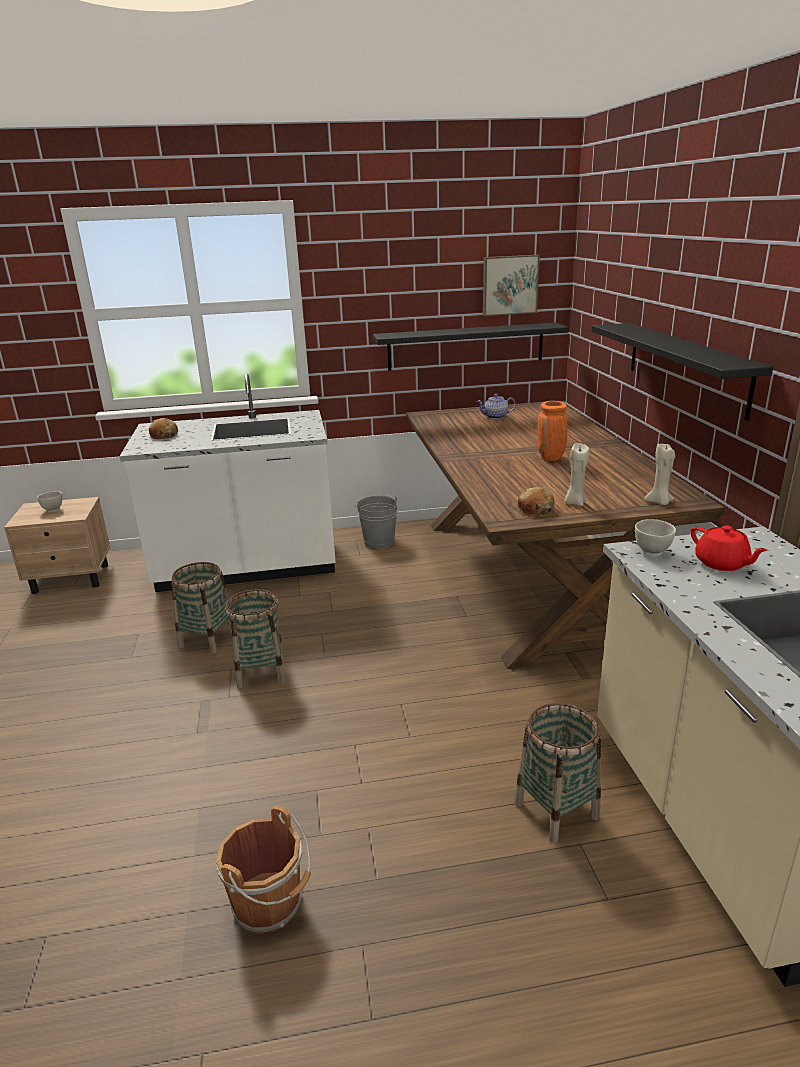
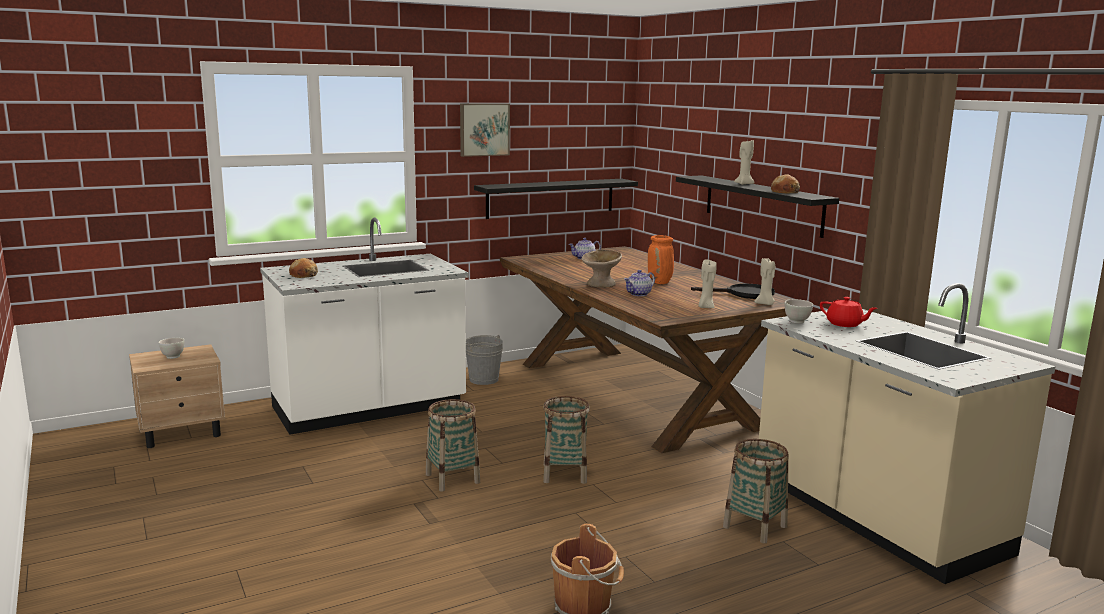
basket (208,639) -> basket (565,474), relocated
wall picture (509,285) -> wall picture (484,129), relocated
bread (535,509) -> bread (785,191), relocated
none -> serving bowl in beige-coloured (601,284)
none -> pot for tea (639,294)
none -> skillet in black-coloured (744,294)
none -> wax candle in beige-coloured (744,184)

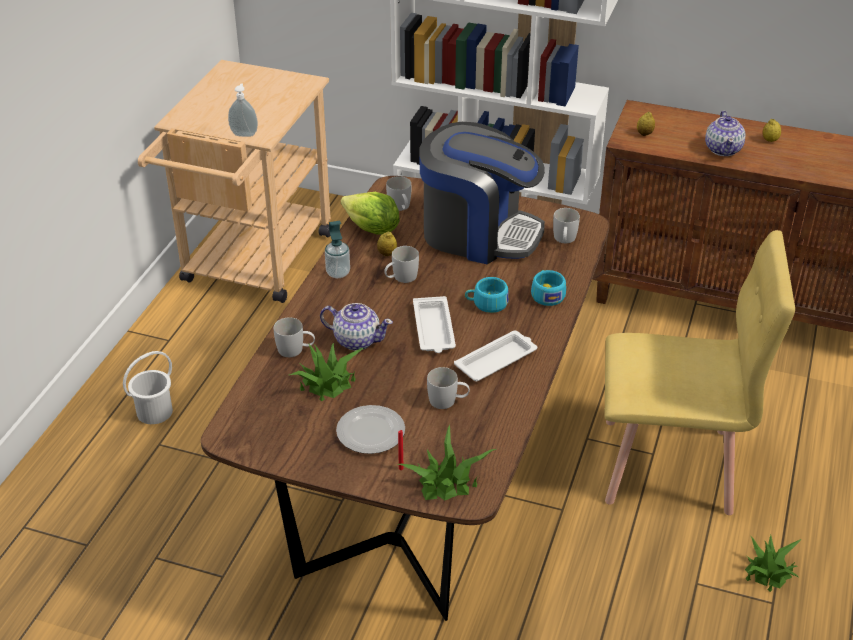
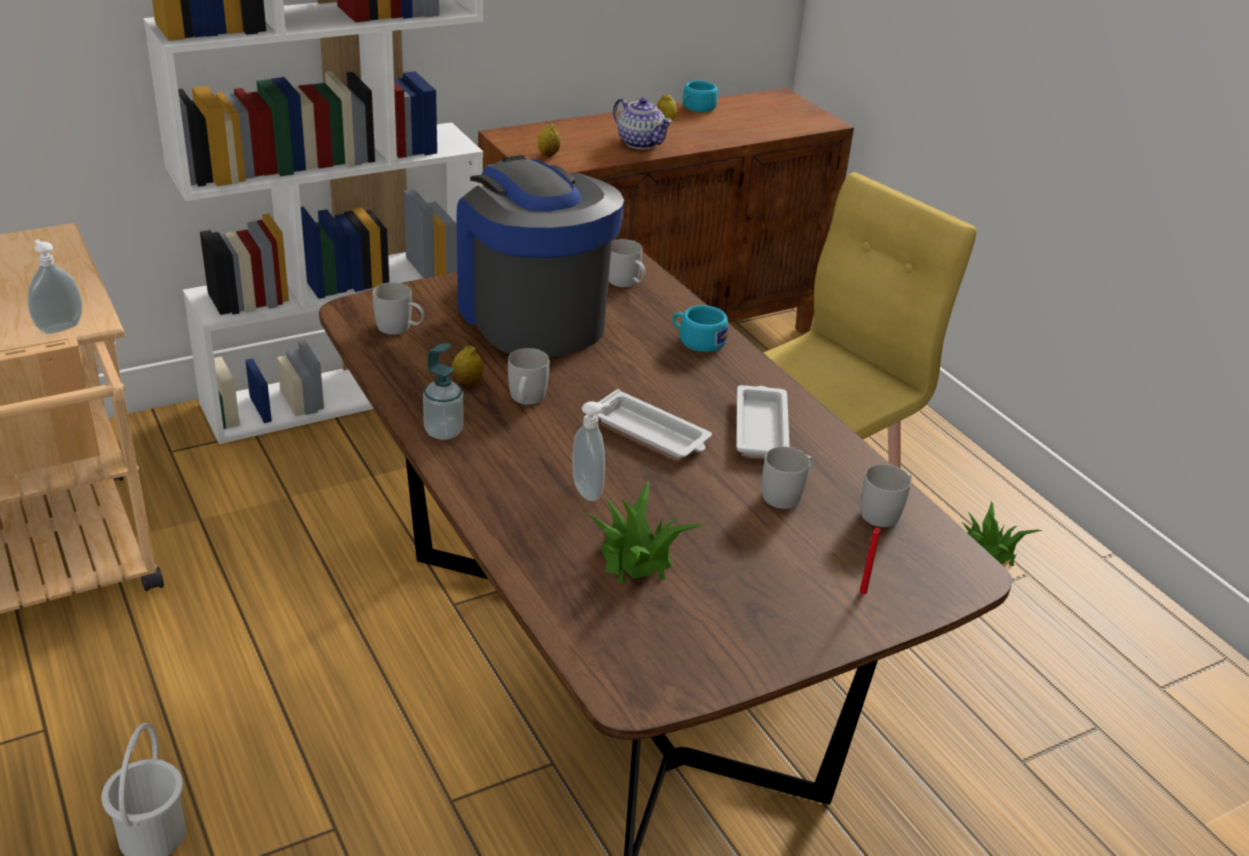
coffee mug in white (295,350) -> coffee mug in white (885,512), relocated
pot for tea (356,340) -> soap dispenser (589,490)
flat dish (371,433) -> none
lettuce head (372,229) -> none
potted plant (446,481) -> none
coffee machine (478,233) -> coffee machine (531,315), 90 degrees counterclockwise
cup in turquoise (486,303) -> cup in turquoise (696,108), relocated

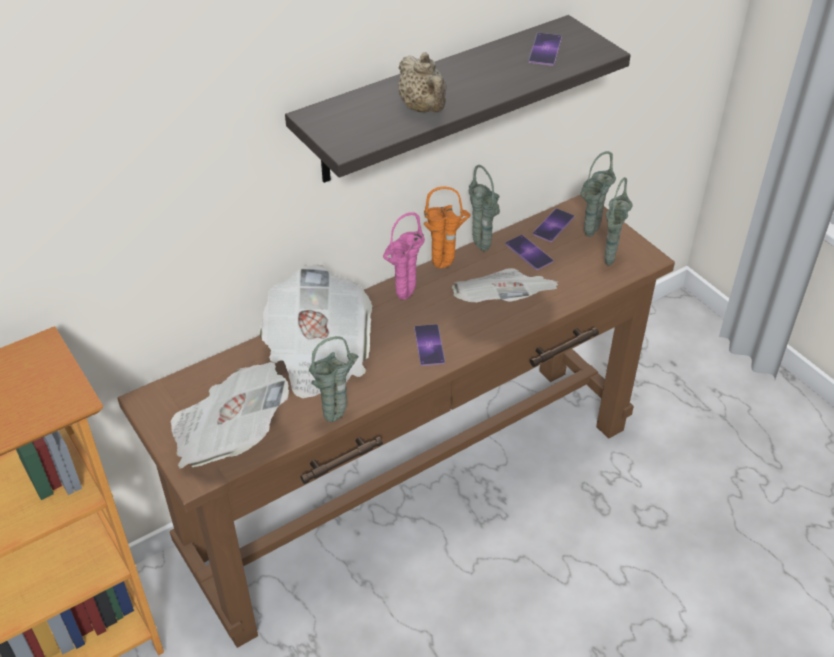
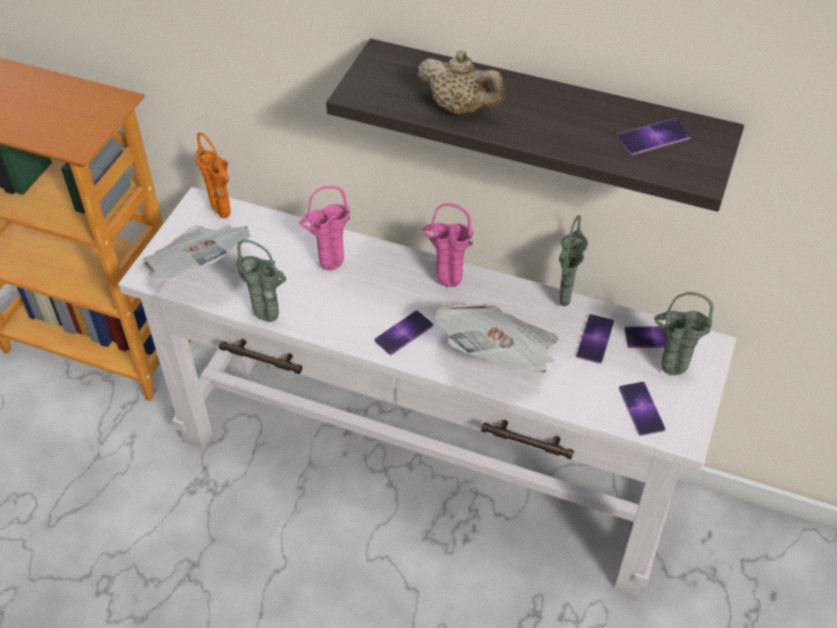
narrow table in brown (414,489) -> narrow table in white (421,466)
newspaper (318,354) -> flower vase in pink-coloured (329,269)
pot for tea in beige-coloured (424,109) -> pot for tea in beige-coloured (461,108), 90 degrees counterclockwise
flower vase in orangey (445,266) -> flower vase in orangey (224,217), relocated
flower vase in green-coloured (608,264) -> phone (641,408)

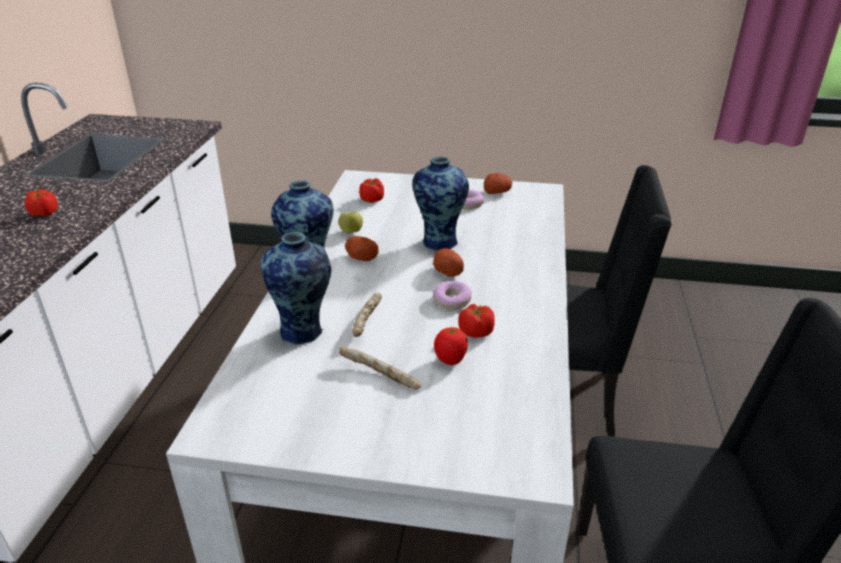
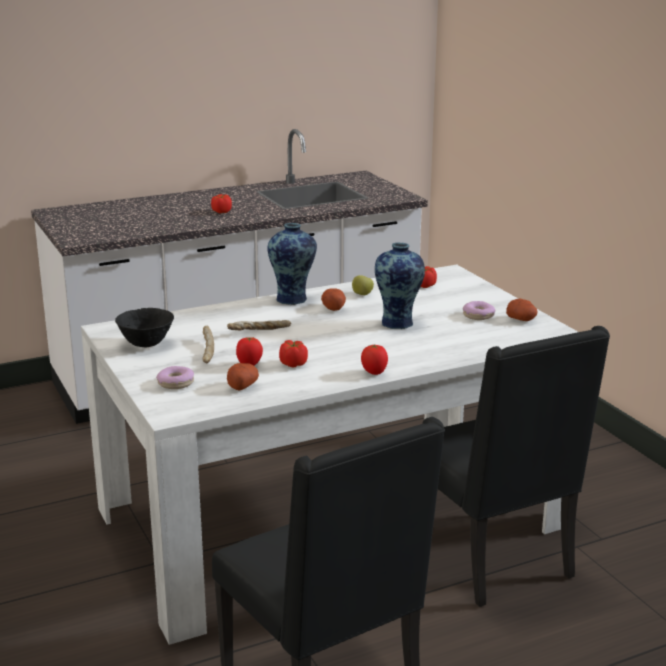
flower vase (303,331) -> none
whole potato (447,271) -> whole potato (242,385), relocated
donut (452,301) -> donut (175,383), relocated
none -> serving bowl in black-coloured (147,344)
none -> tomato (374,373)

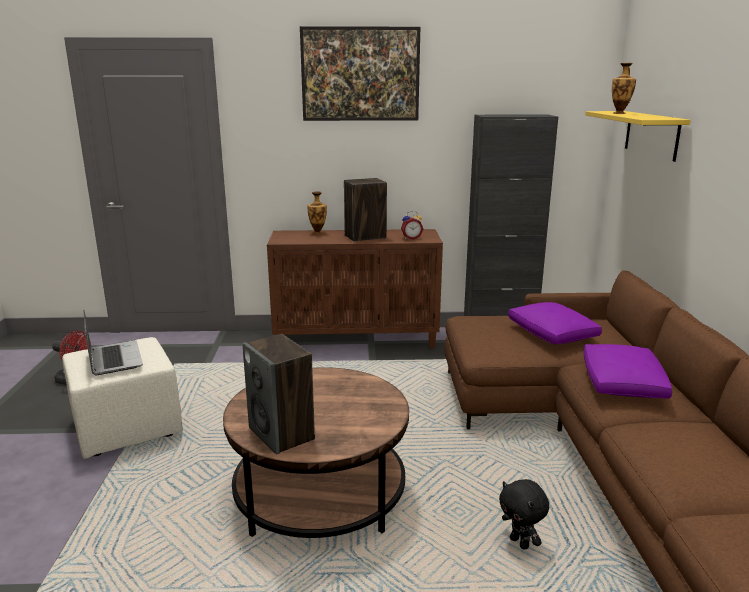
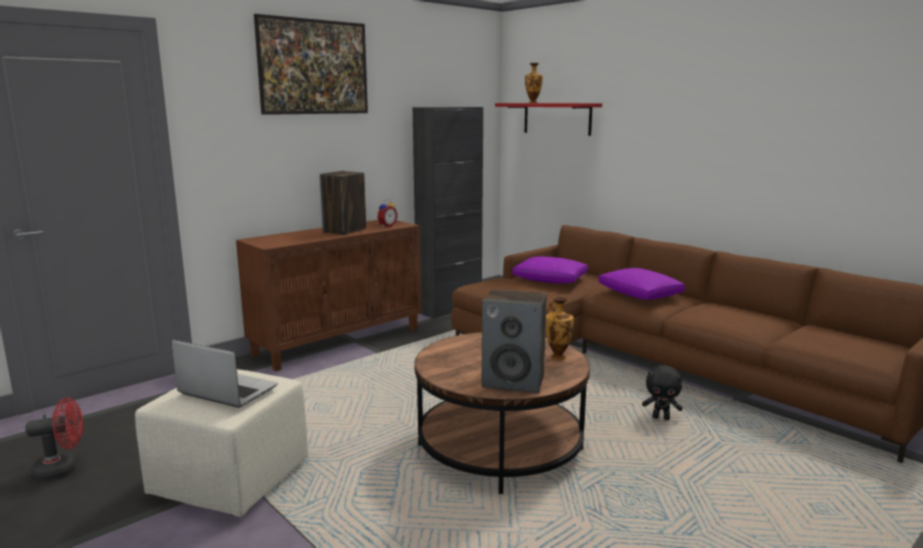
flower vase (318,233) -> flower vase (557,356), relocated
bracket shelf in yellow-coloured (651,134) -> bracket shelf in reddish (557,118)

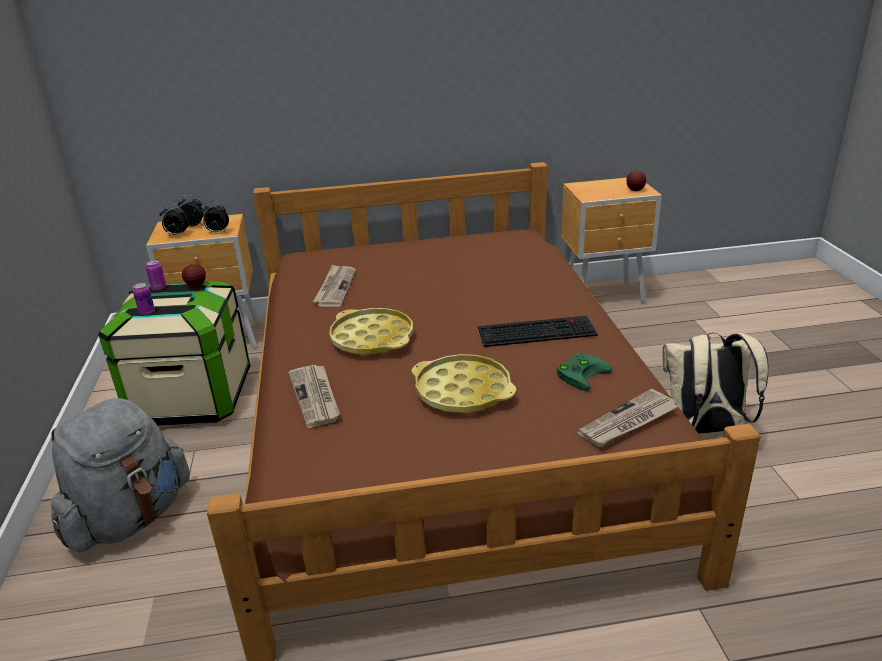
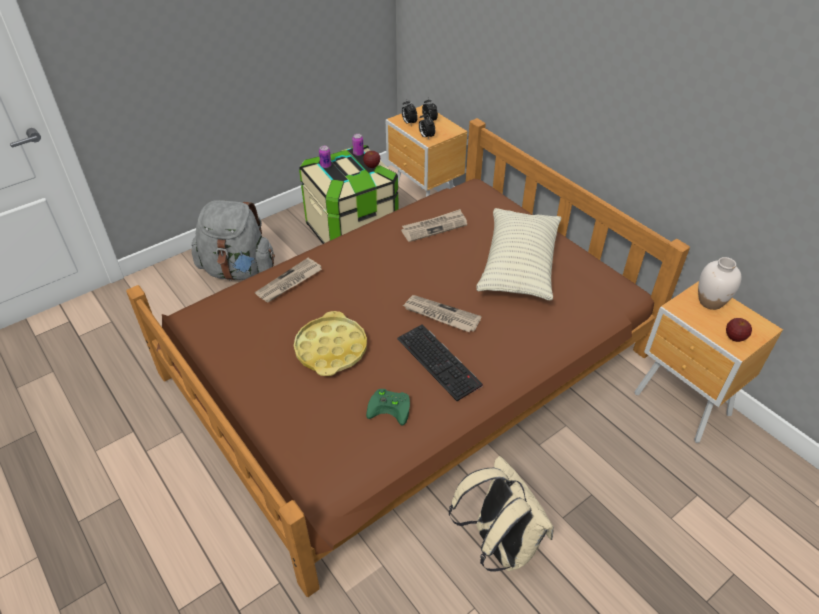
carrying tray in yellow-coloured (372,338) -> none
newspaper (628,422) -> newspaper (441,315), relocated
none -> cushion (518,266)
none -> flower vase in white (710,301)

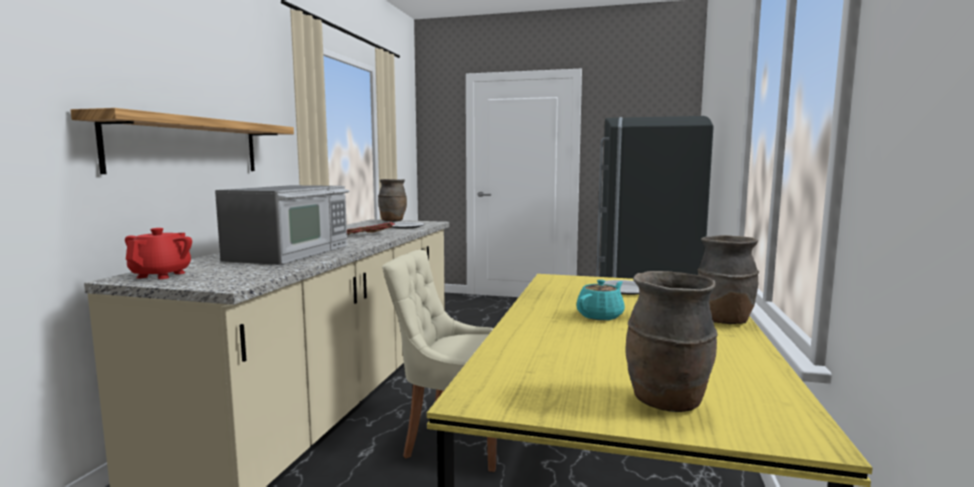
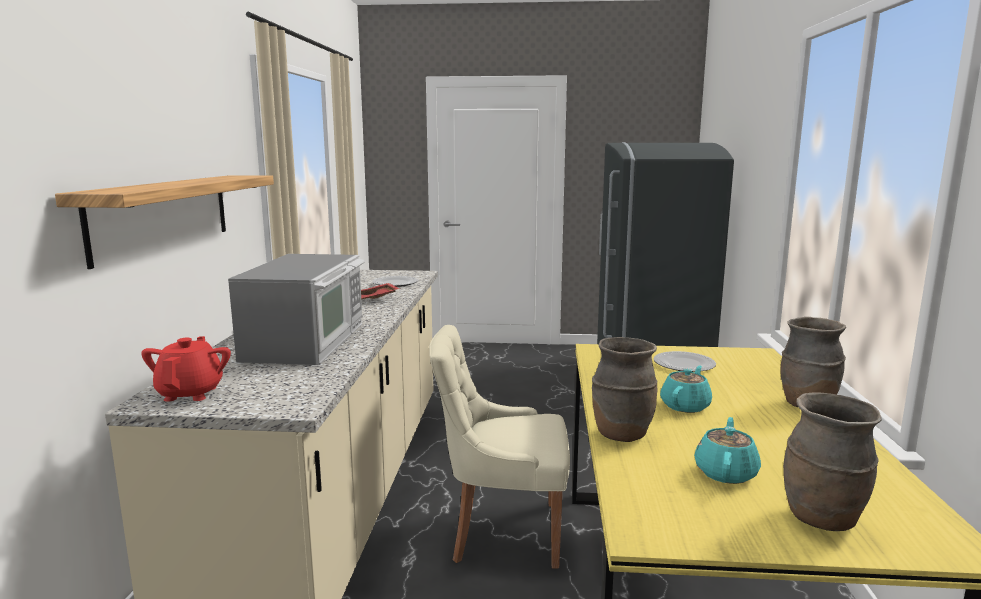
flower vase in brown (392,221) -> flower vase in brown (621,434), relocated
none -> pot for tea in turquoise (726,472)

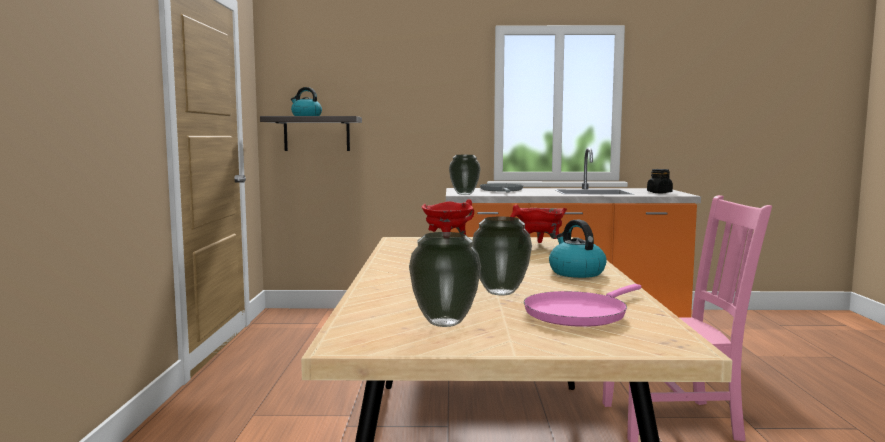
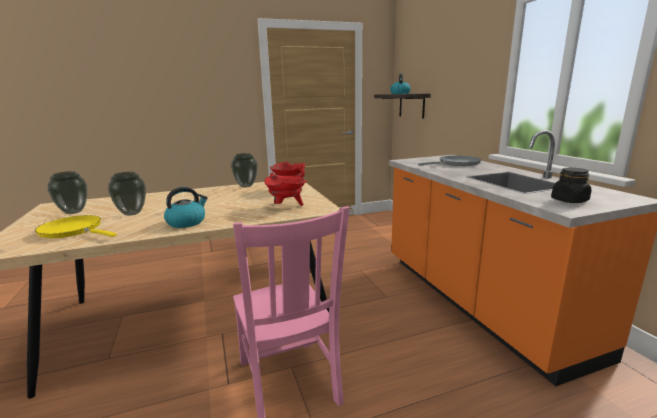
flower vase (464,194) -> flower vase (246,186), relocated
skillet in pink-coloured (579,313) -> skillet in yellow-coloured (74,230)

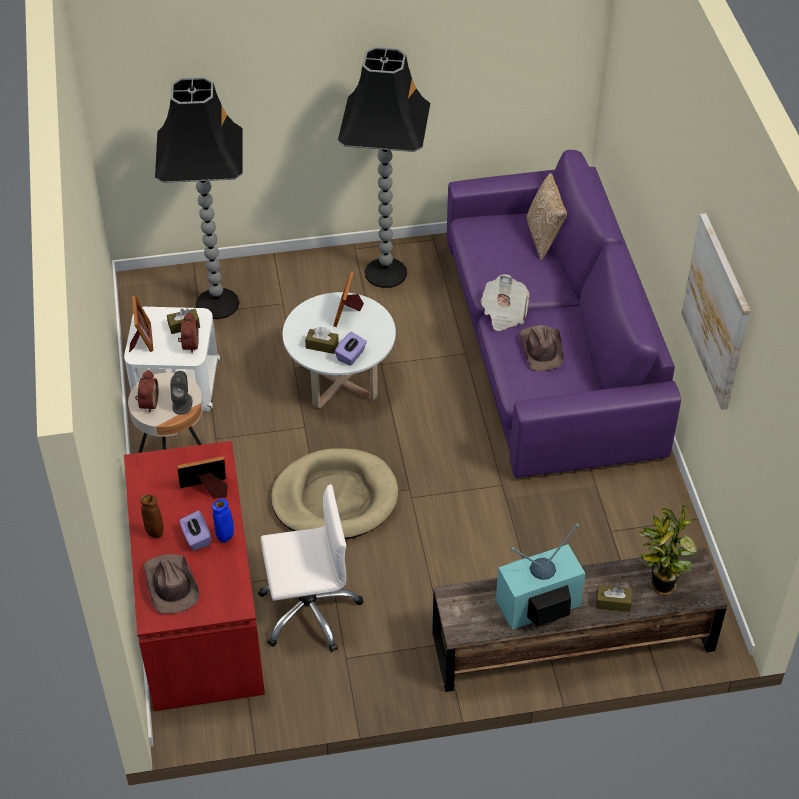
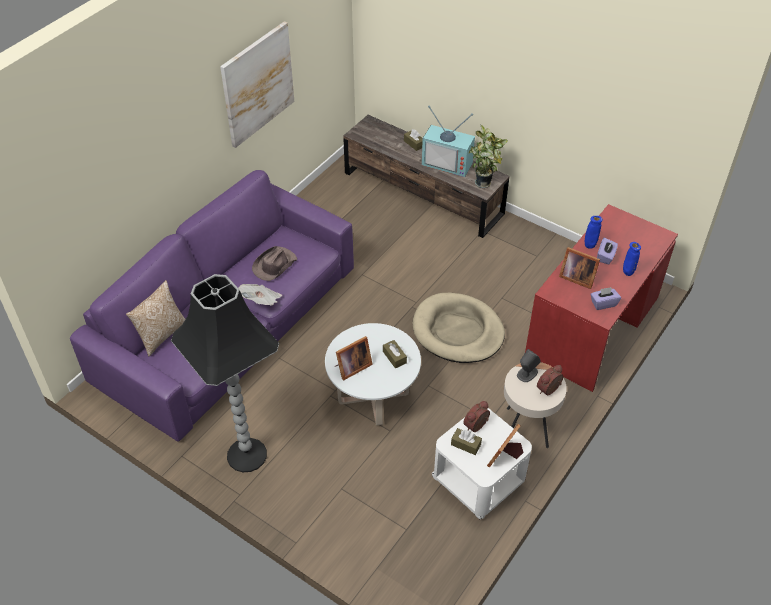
flower vase in brown (155,534) -> flower vase in bluish (628,273)
clothing hat in brown (170,585) -> none
standard lamp in black-coloured (218,303) -> none
office chair in white (309,610) -> none
tissue holder in purplish (351,356) -> tissue holder in purplish (603,303), relocated
potted plant (660,587) -> potted plant (485,183), relocated

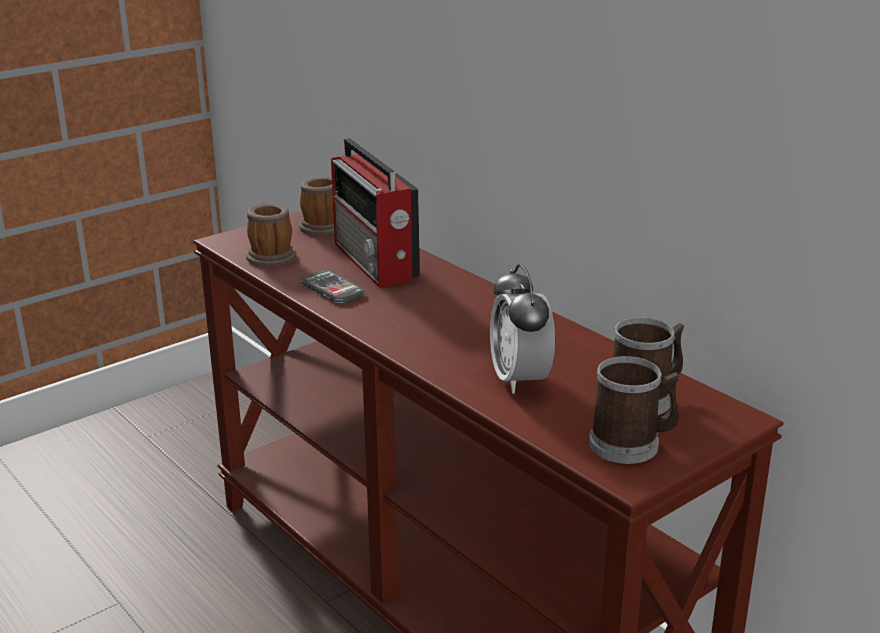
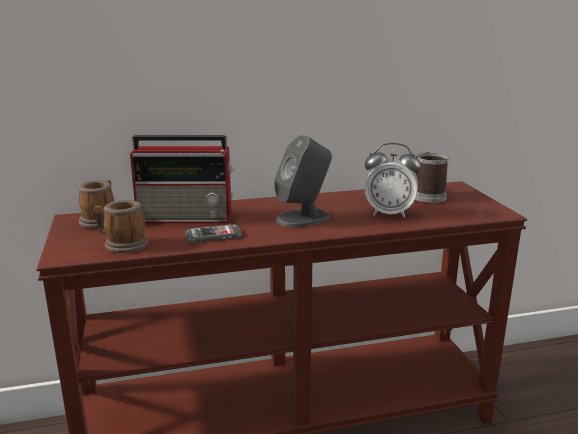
coffee mug (632,444) -> none
none -> loudspeaker in greyish (303,218)

